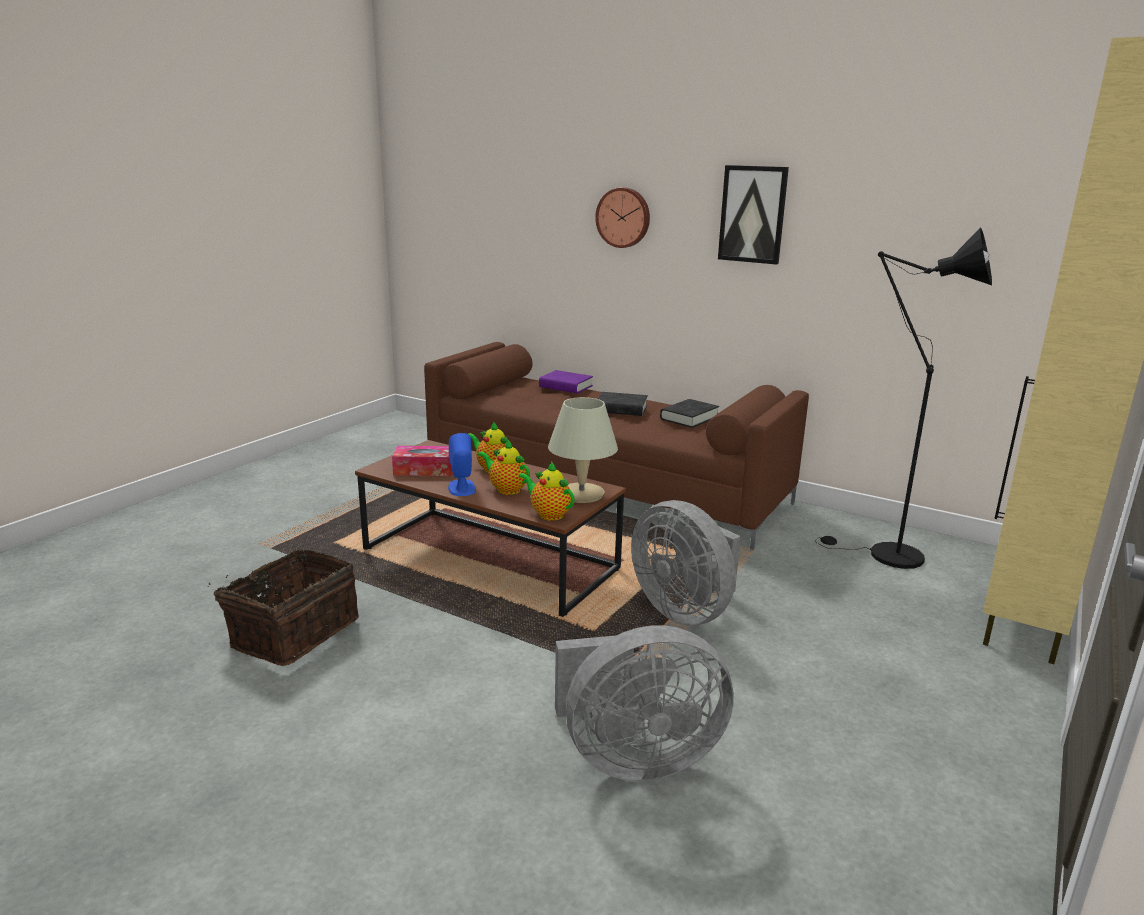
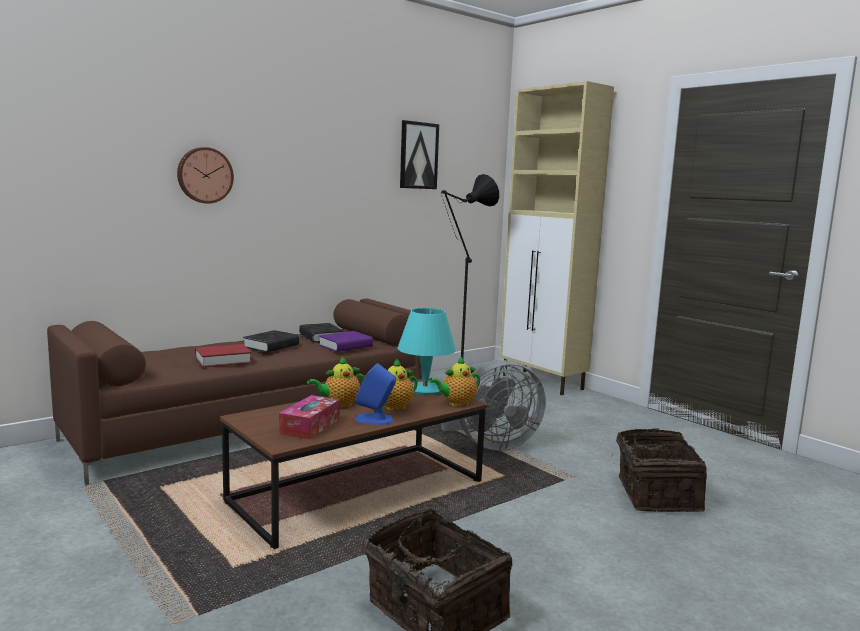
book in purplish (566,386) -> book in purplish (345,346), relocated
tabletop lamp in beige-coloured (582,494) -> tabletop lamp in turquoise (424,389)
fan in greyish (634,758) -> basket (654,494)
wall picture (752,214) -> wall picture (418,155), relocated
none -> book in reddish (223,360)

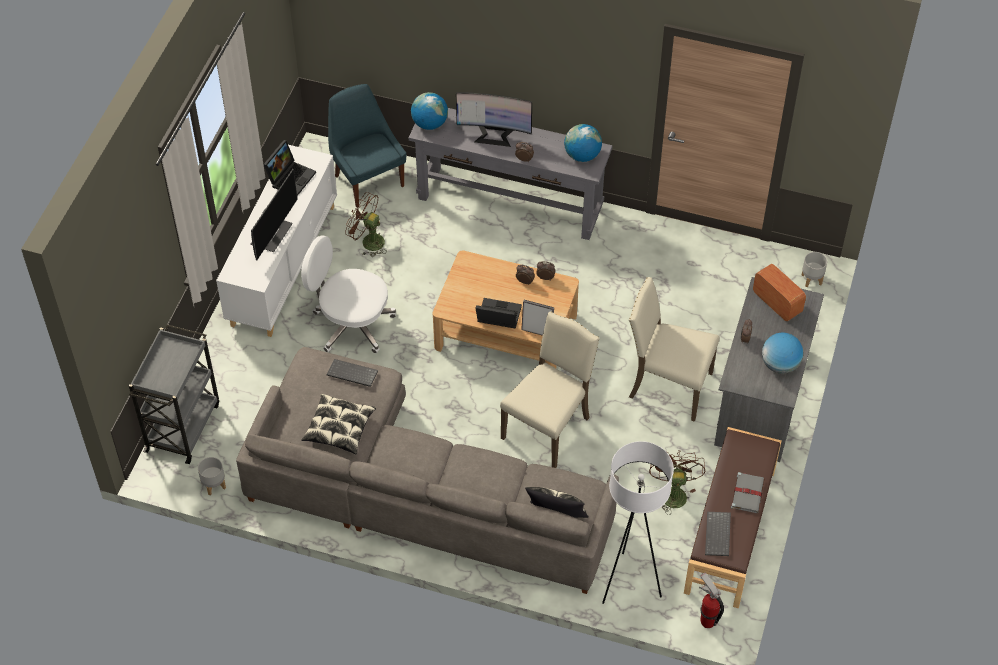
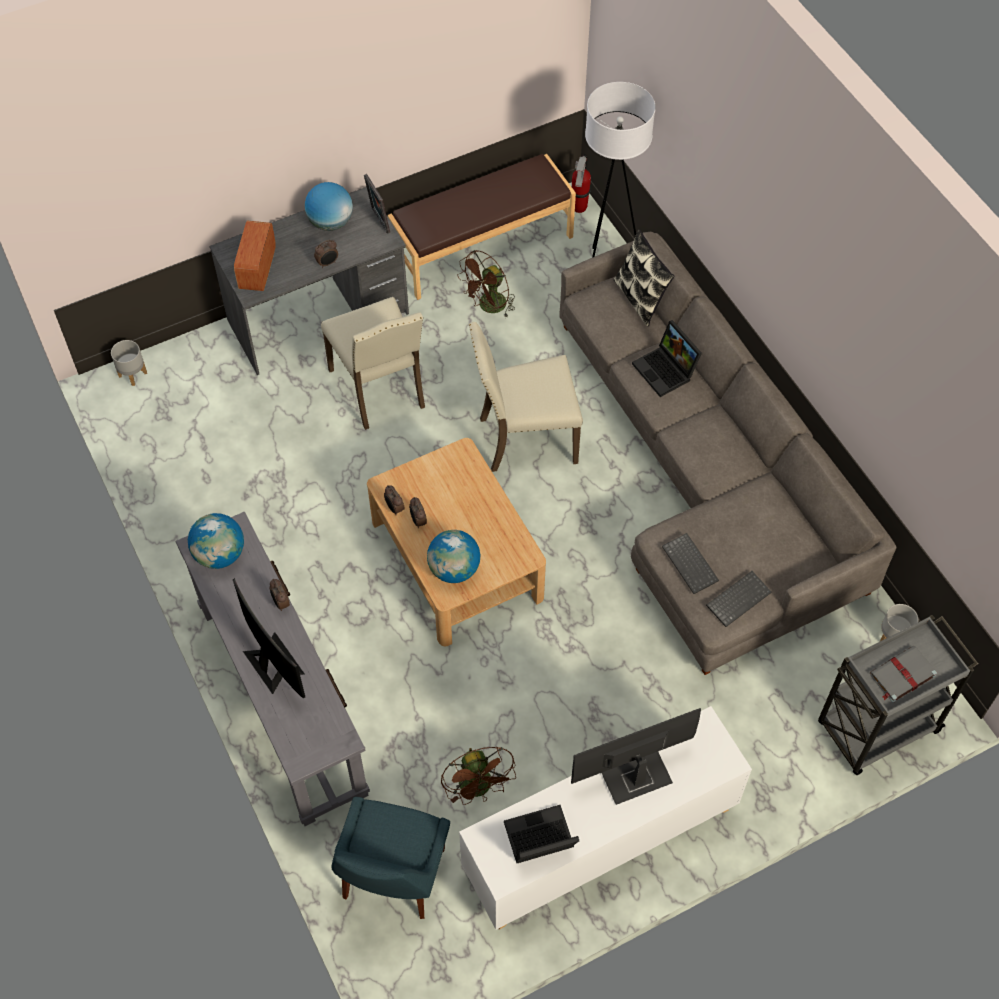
office chair in white (351,324) -> none
cushion (339,429) -> none
world globe (429,123) -> world globe (454,569), relocated
laptop (497,317) -> laptop (666,370), relocated
photo frame (537,331) -> photo frame (378,221), relocated
PC keyboard (718,535) -> PC keyboard (738,598), relocated
book in greyish (747,493) -> book in greyish (901,675), relocated

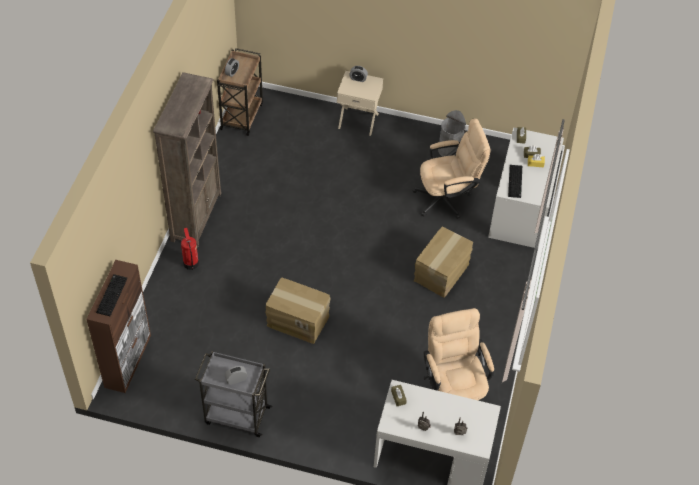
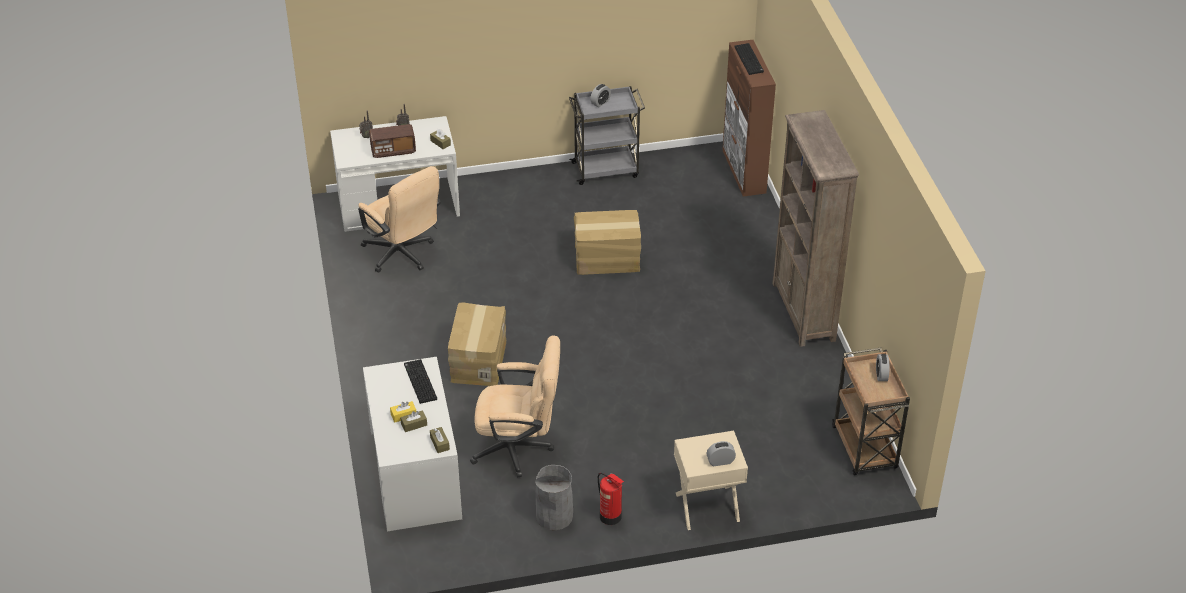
fire-fighting cylinder (191,263) -> fire-fighting cylinder (610,517), relocated
office chair in beige-coloured (447,198) -> office chair in beige-coloured (519,448), 135 degrees counterclockwise
none -> radio receiver (393,150)

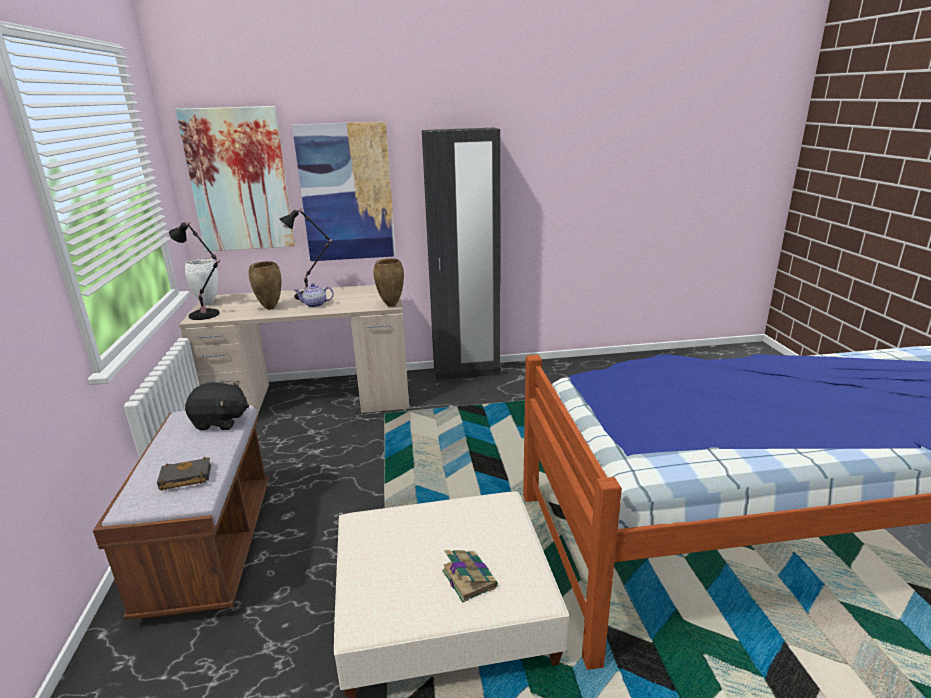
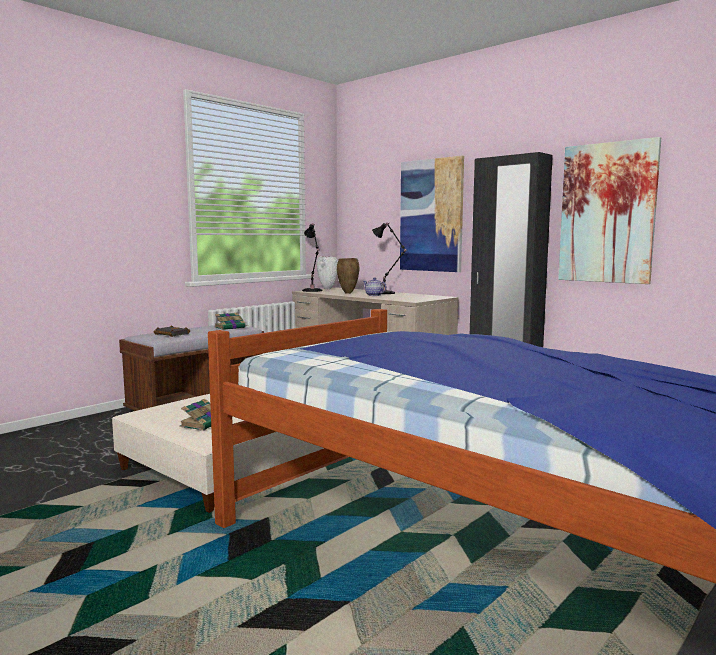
wall picture (239,181) -> wall picture (607,213), relocated
cuddly toy in black-coloured (220,422) -> book (230,327)
flower vase in brown (390,305) -> none

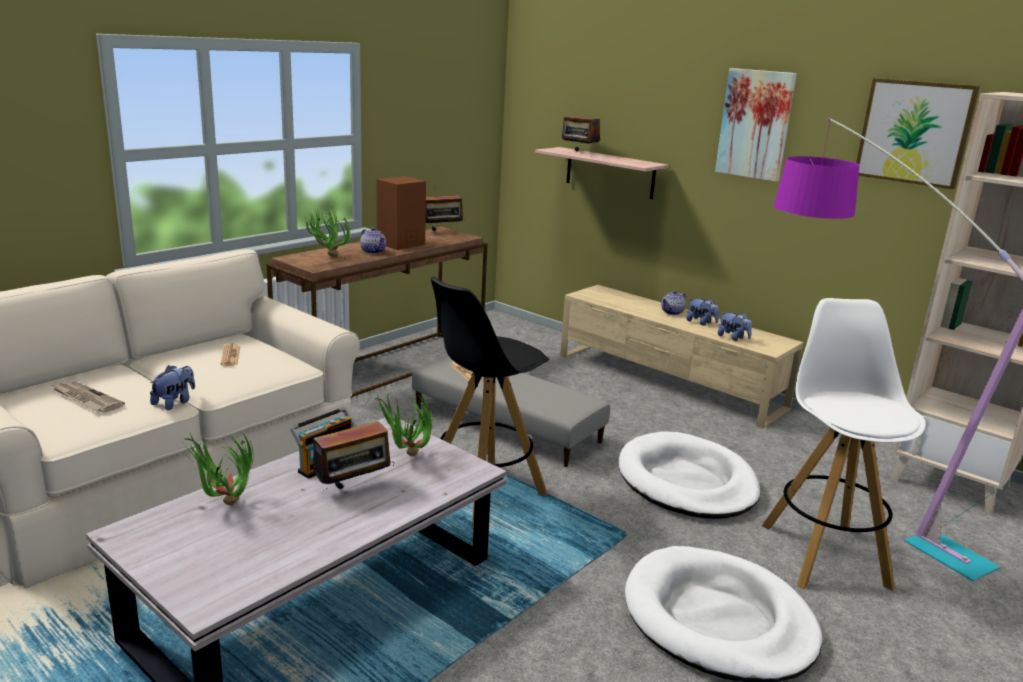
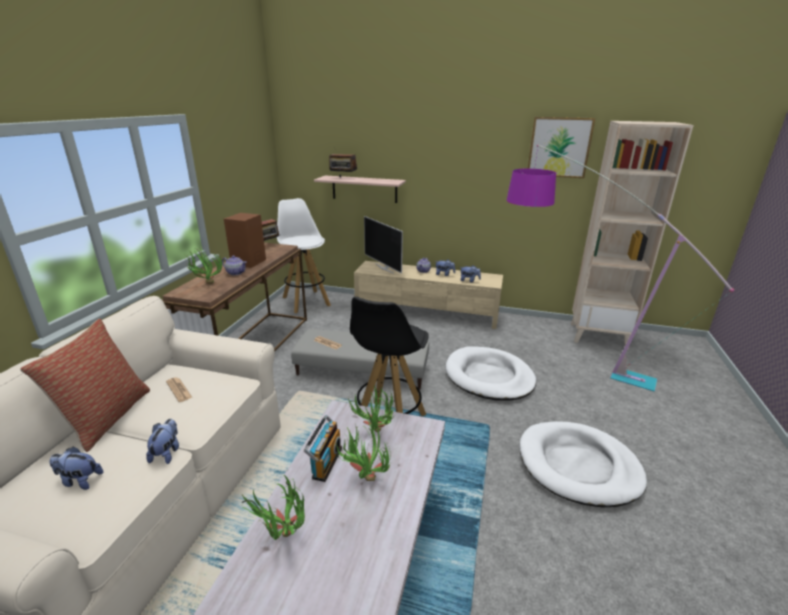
newspaper (86,399) -> cuddly toy (80,480)
radio receiver (354,488) -> potted plant (364,477)
wall picture (755,124) -> none
stool seat in white (823,554) -> stool seat in white (306,301), relocated
none -> cushion (106,417)
none -> TV (384,268)

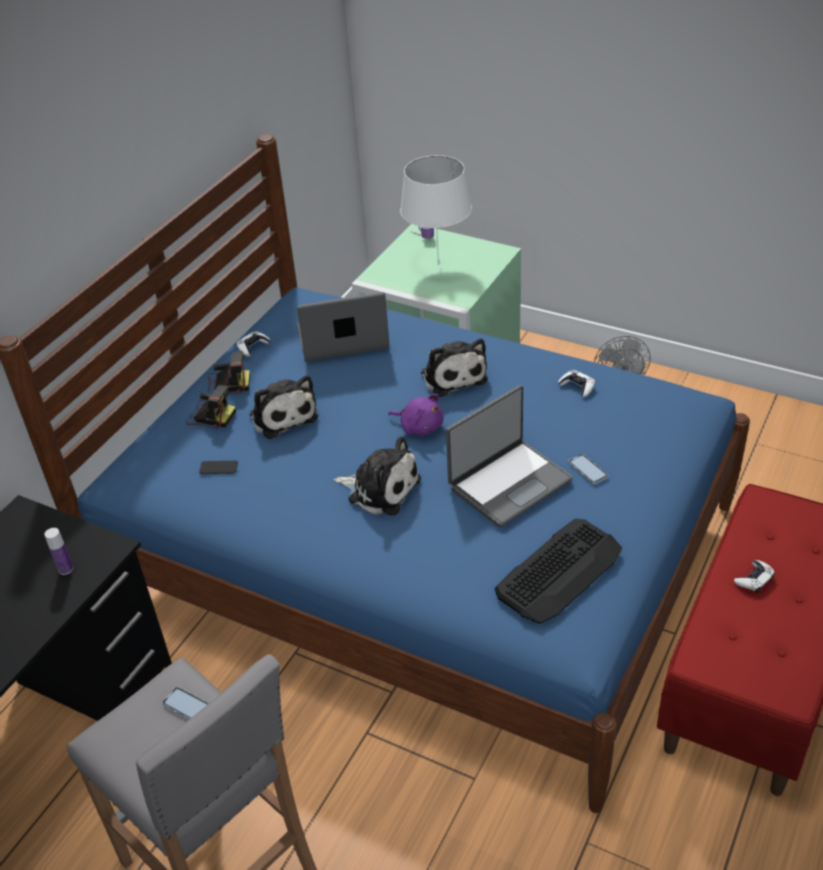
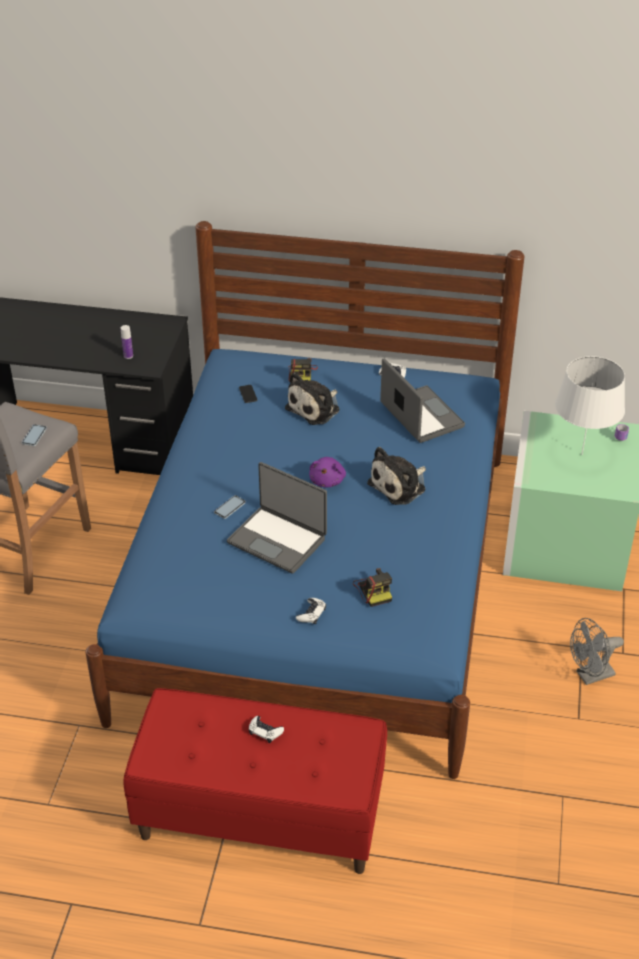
photo camera (227,384) -> photo camera (373,590), relocated
cuddly toy (380,488) -> none
PC keyboard (560,571) -> none
game controller in white (577,386) -> game controller in white (311,613), relocated
phone (588,470) -> phone (230,507), relocated

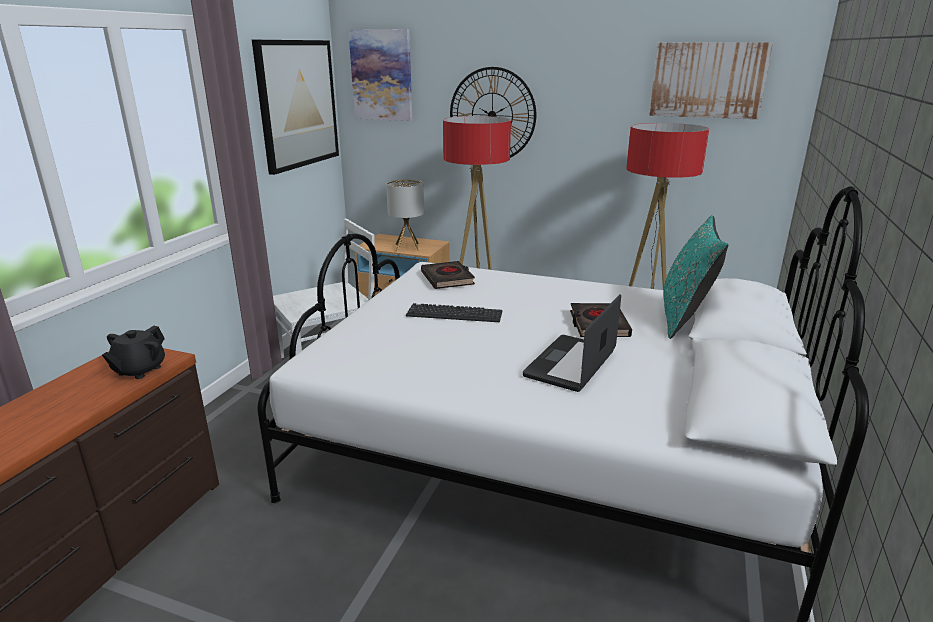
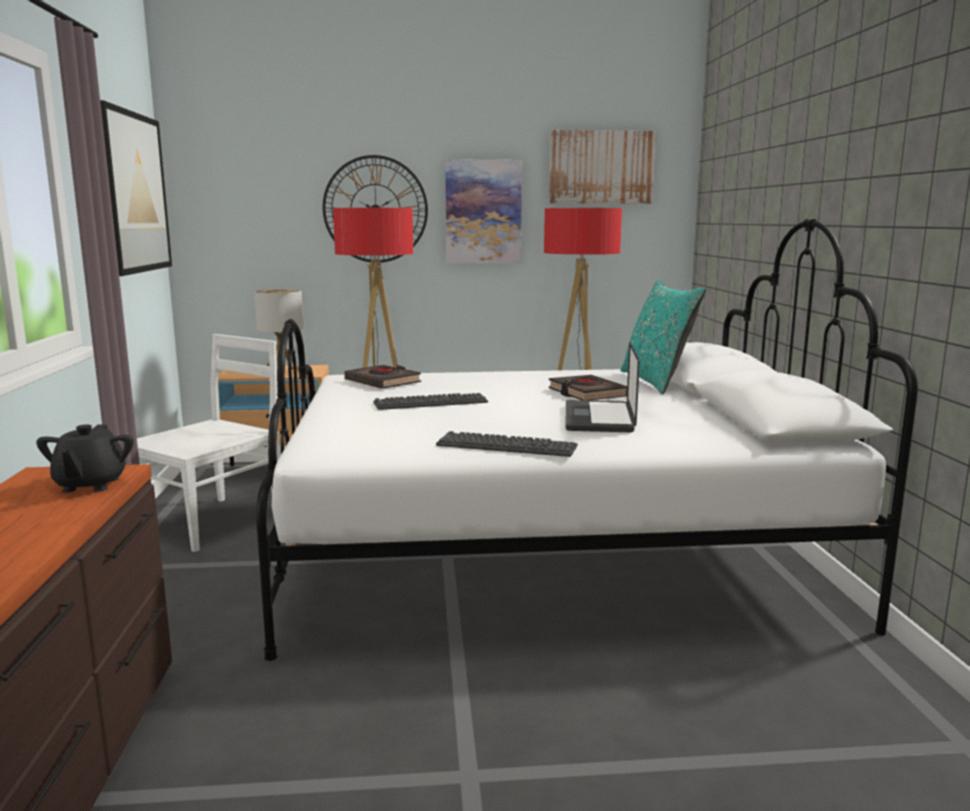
wall picture (382,75) -> wall picture (483,211), relocated
none -> PC keyboard (506,446)

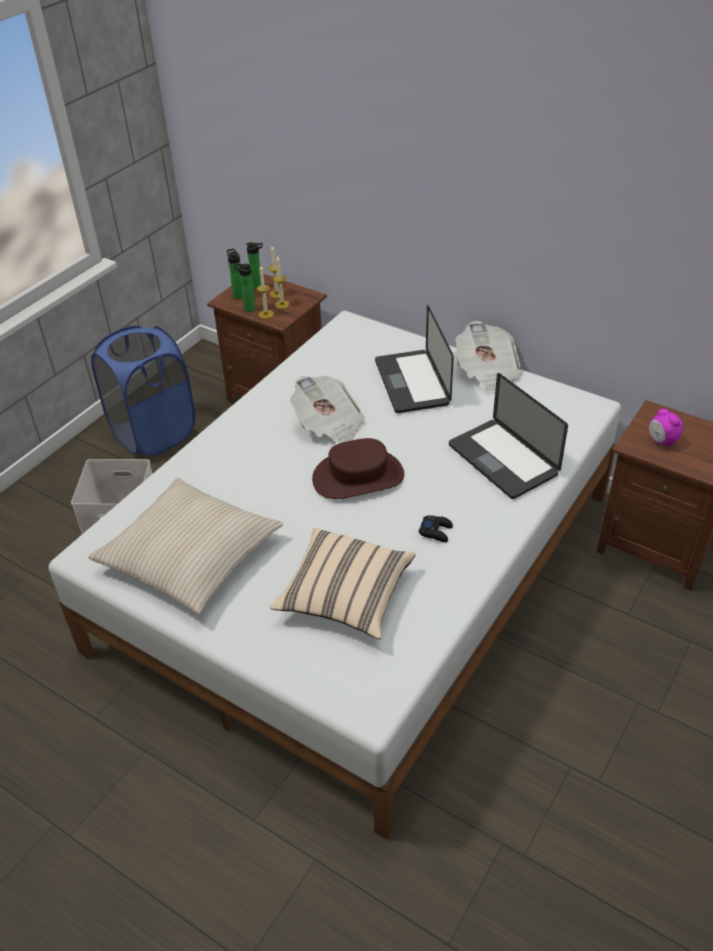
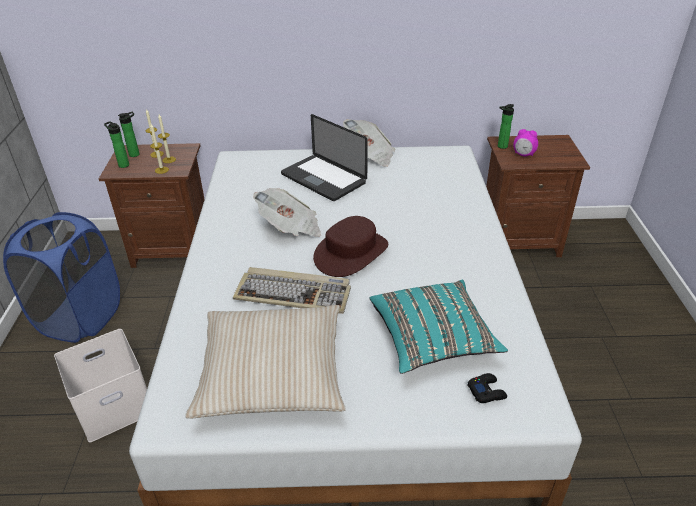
drink bottle (247,308) -> drink bottle (501,146), relocated
cushion in beige-coloured (345,596) -> cushion in turquoise (433,339)
game controller in black-coloured (436,531) -> game controller in black-coloured (486,391), relocated
laptop (502,460) -> none
none -> PC keyboard (294,293)

